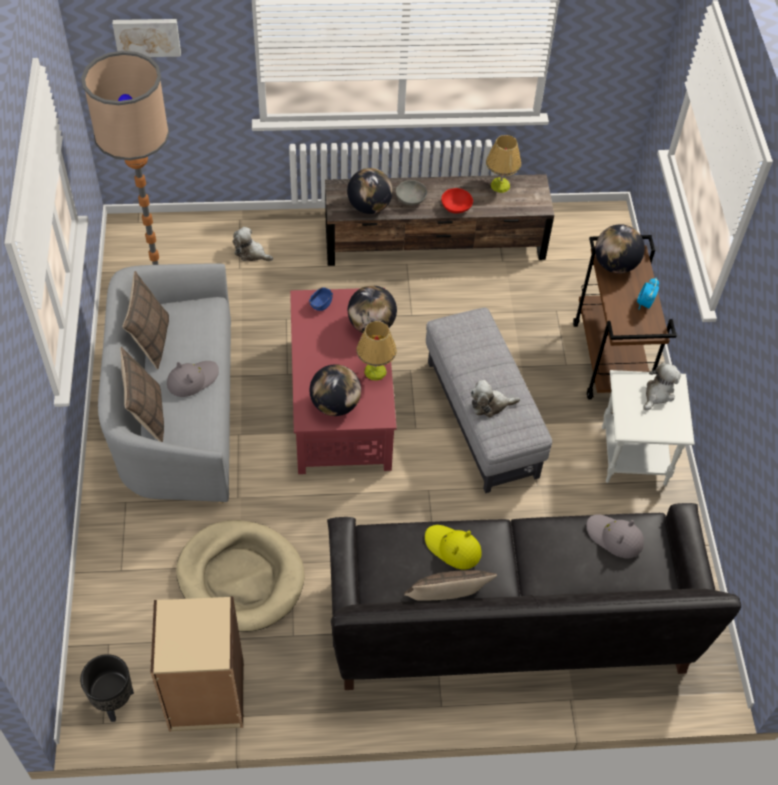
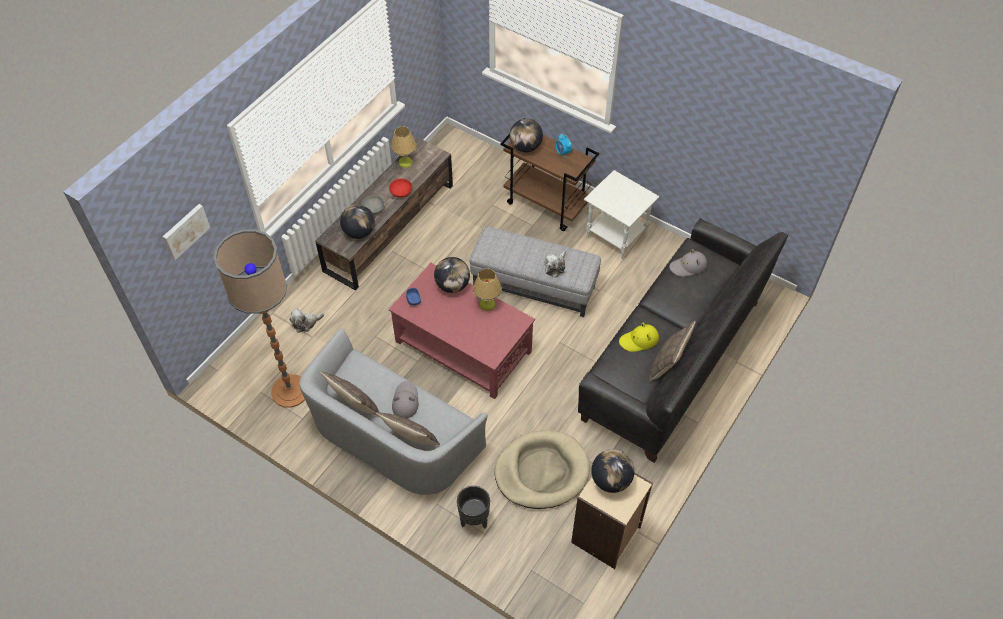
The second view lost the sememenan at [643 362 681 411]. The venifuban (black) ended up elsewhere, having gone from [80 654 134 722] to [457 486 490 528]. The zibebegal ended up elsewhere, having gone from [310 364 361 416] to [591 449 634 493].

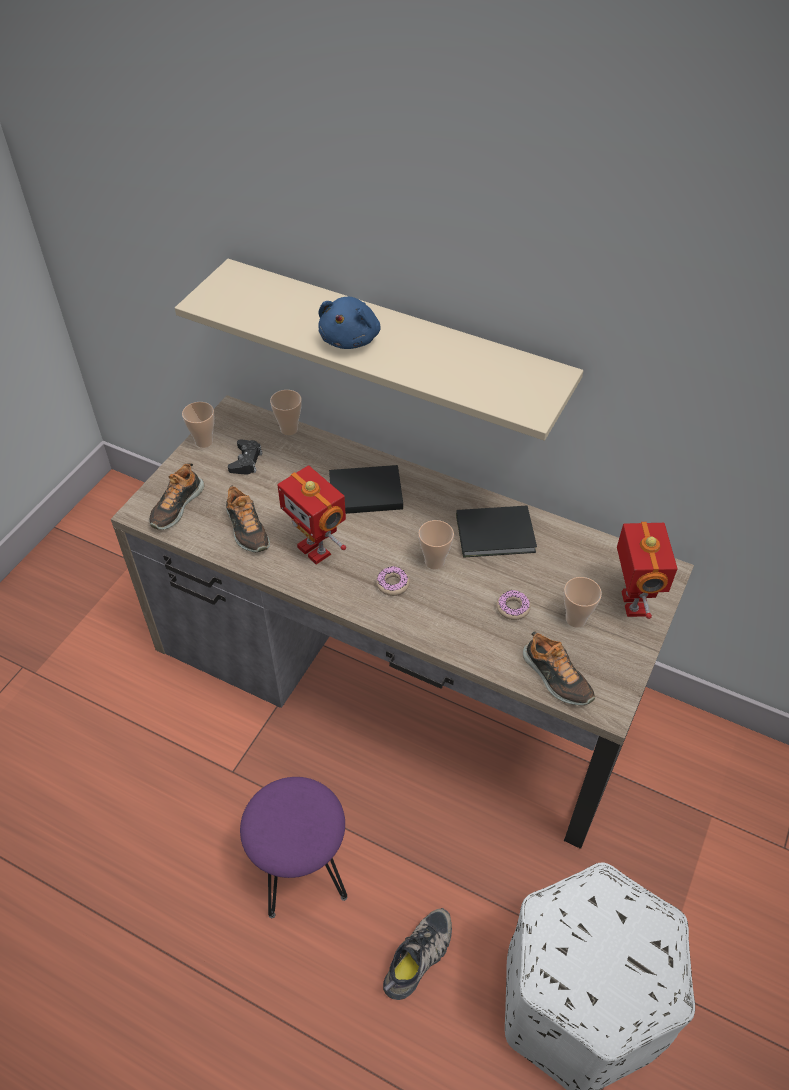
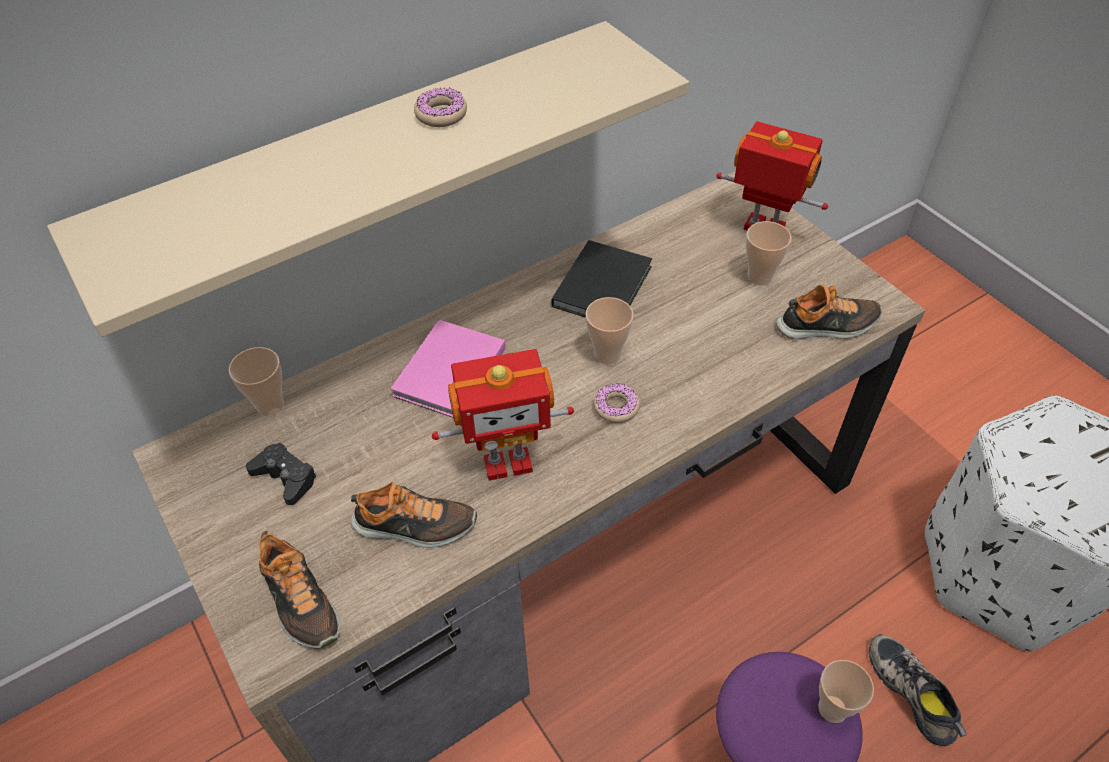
The second view lost the sememenan (blue) at [318 297 381 349]. The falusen ended up elsewhere, having gone from [182 402 214 448] to [818 660 874 723]. The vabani ended up elsewhere, having gone from [496 590 531 620] to [414 87 467 127]. What was the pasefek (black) at [329 465 403 514] turned into the pasefek (pink) at [391 320 506 418].

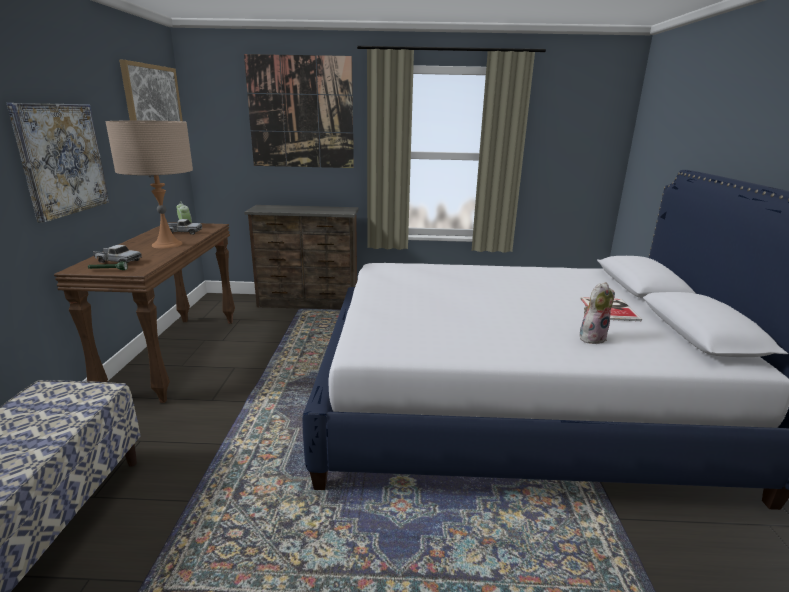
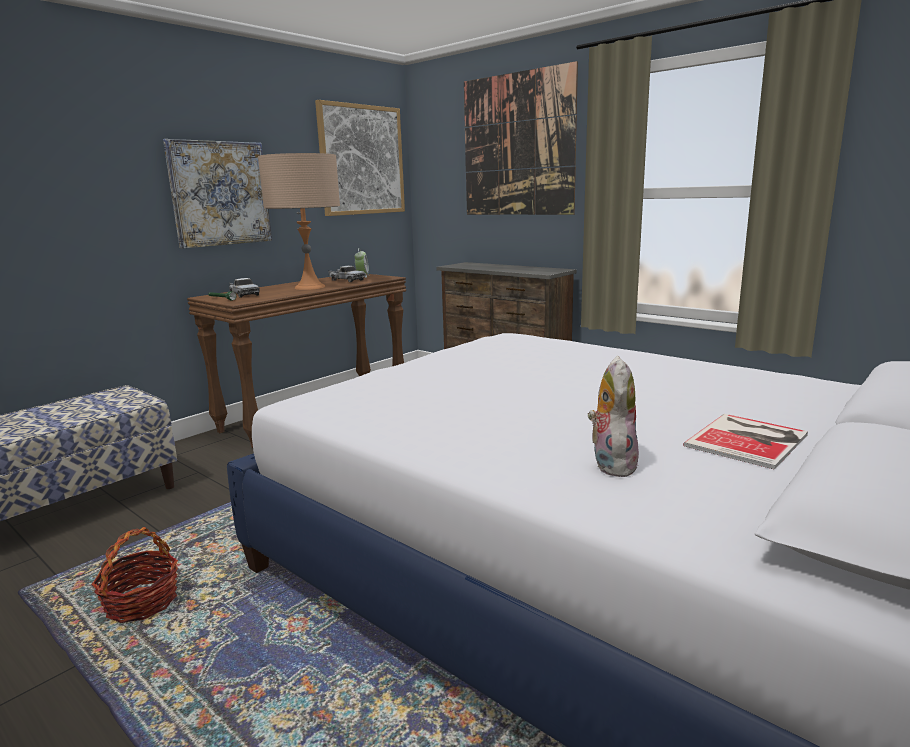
The second view gained the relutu at [91 527 178 623]. The sememenan at [580 282 615 344] ended up facing another way, 90 degrees counterclockwise from before.

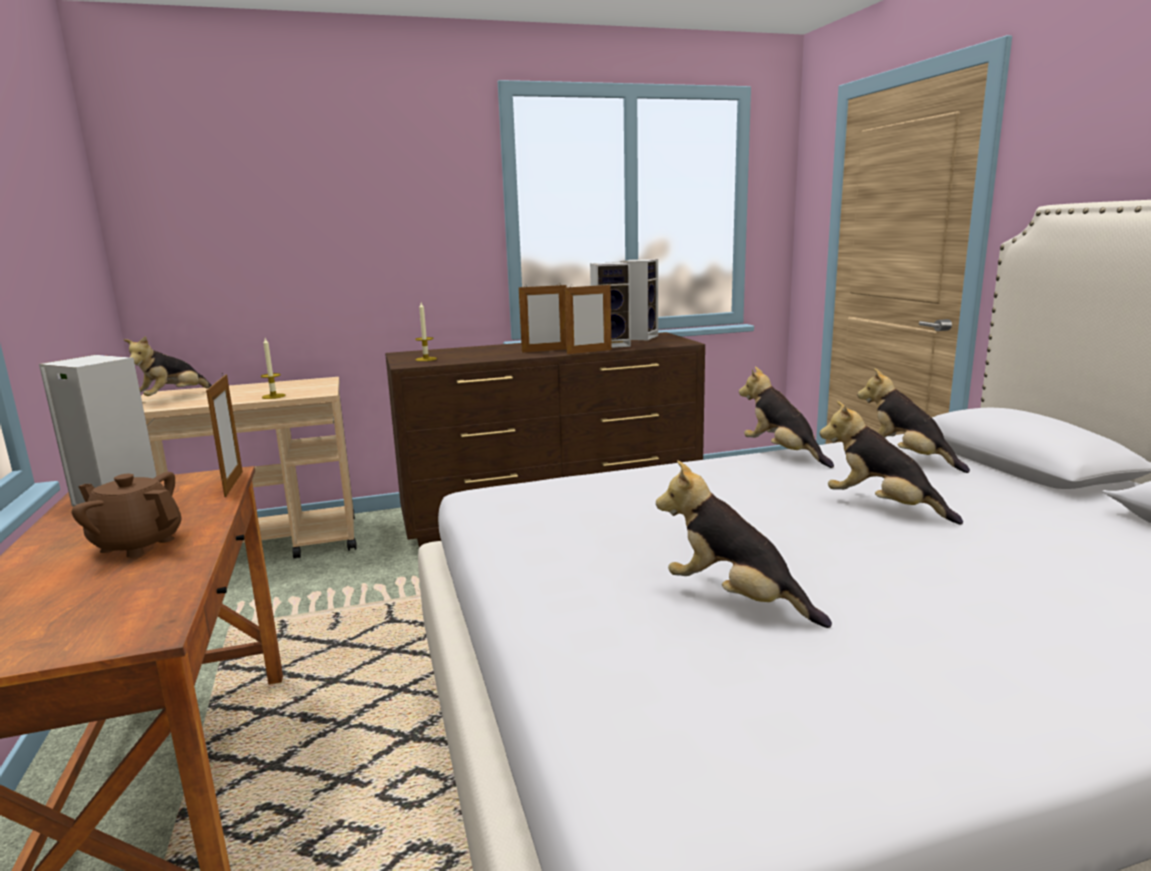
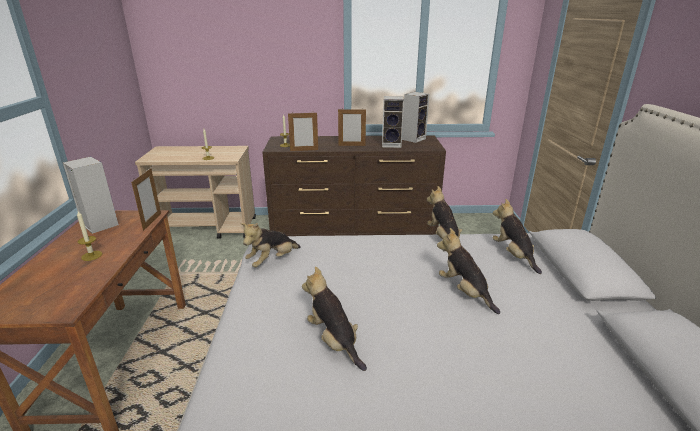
The sememenan ended up elsewhere, having gone from [124 336 212 396] to [240 223 301 267]. The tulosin ended up elsewhere, having gone from [565 283 612 354] to [288 111 318 151]. Where the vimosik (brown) stood at [72 472 181 558], the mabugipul came to stand at [77 211 102 261].

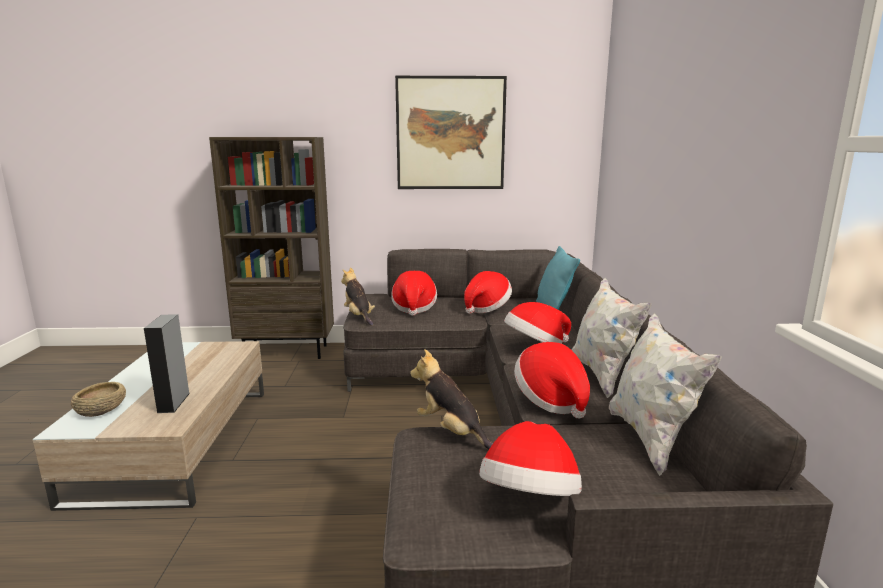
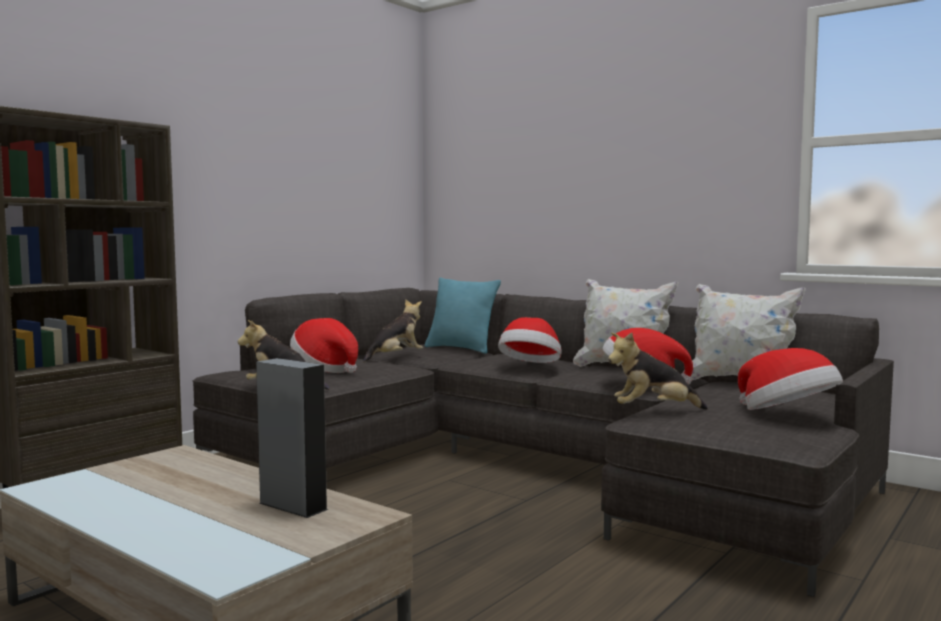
The second view lost the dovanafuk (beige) at [70 382 126 417]. The second view lost the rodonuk at [395 76 507 189]. Where the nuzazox stood at [464 271 512 314], the sememenan came to stand at [363 299 423 362].

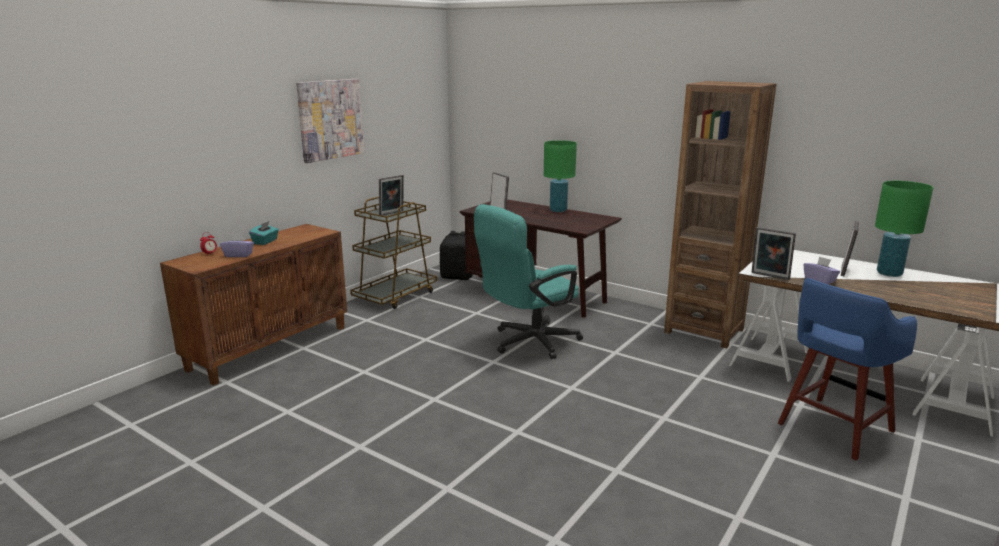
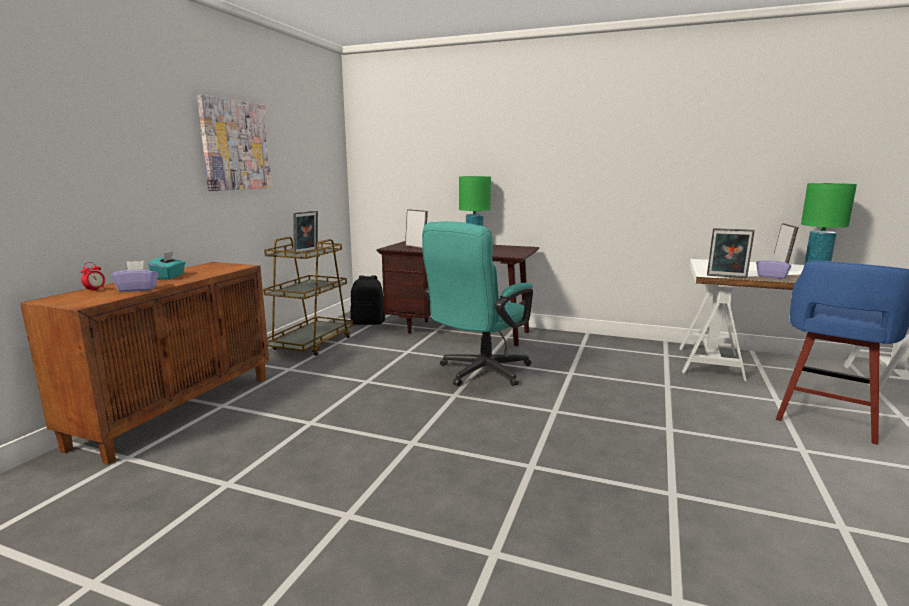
The second view lost the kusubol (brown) at [664 81 776 348].

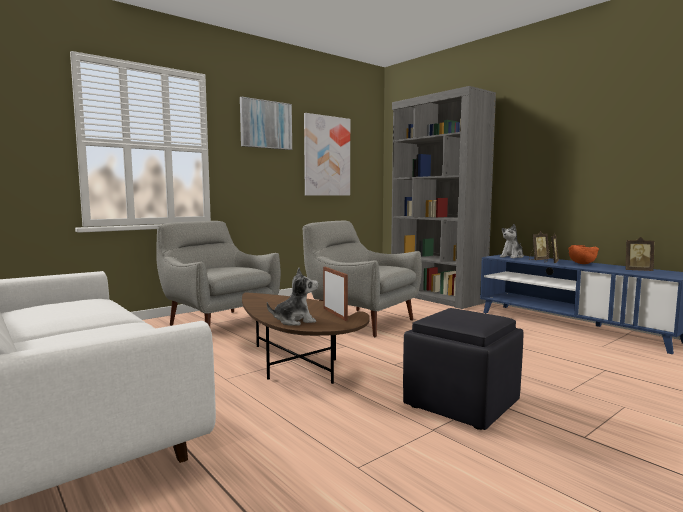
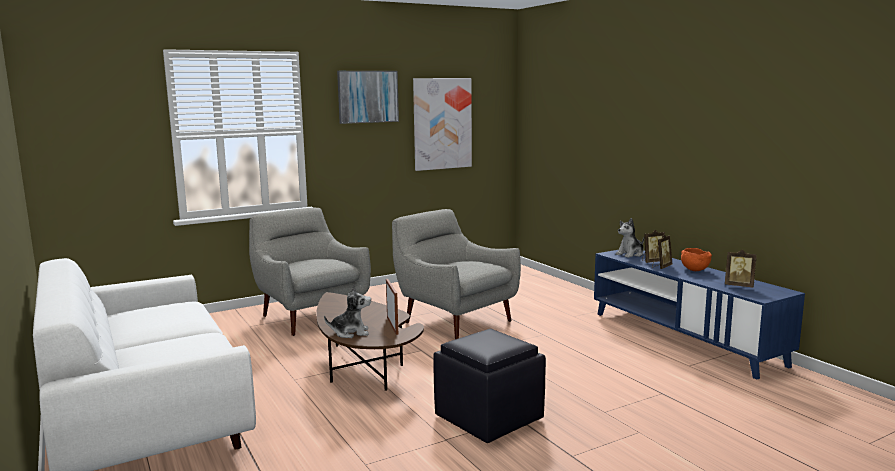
The second view lost the kusubol (grey) at [391 86 496 309].

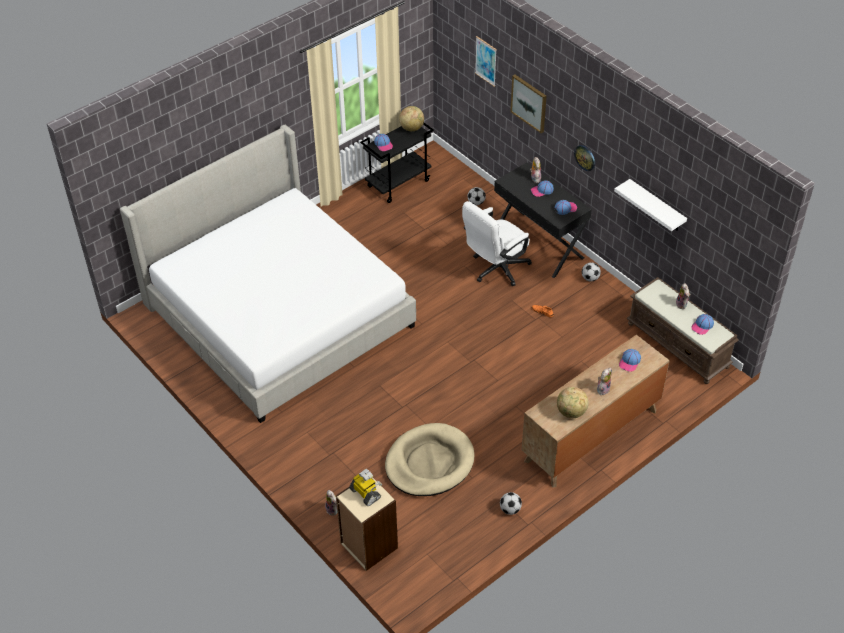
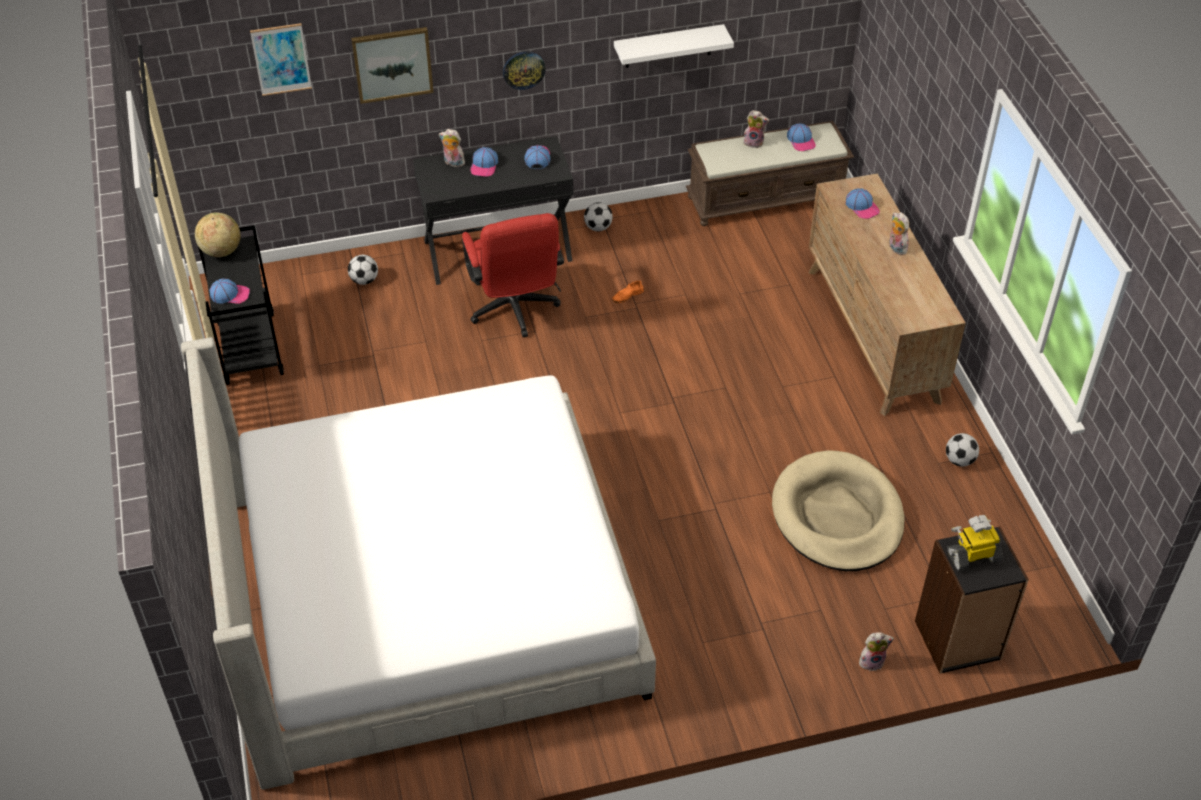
The second view lost the zibebegal at [557 387 589 418]. What was the kusubol (beige) at [336 477 398 571] turned into the kusubol (black) at [915 526 1029 674]. What was the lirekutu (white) at [462 201 532 286] turned into the lirekutu (red) at [462 213 564 337].

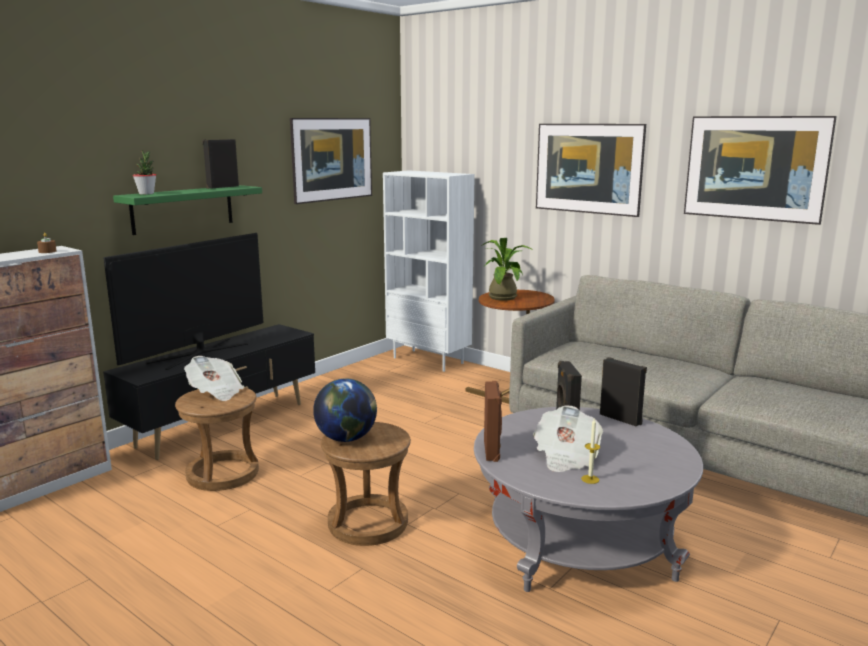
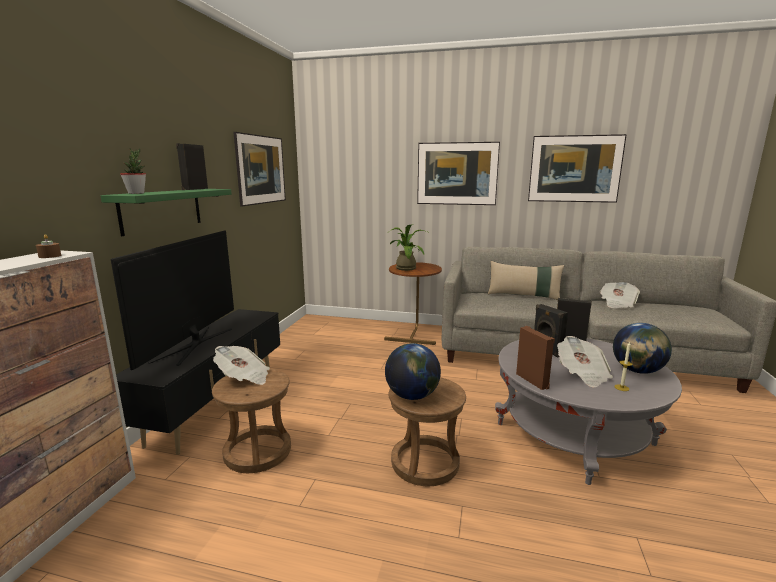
The second view lost the kusubol (white) at [383 170 475 372]. The second view gained the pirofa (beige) at [488 261 564 300]. The second view gained the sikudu at [600 282 640 308]. The second view gained the zibebegal at [613 323 672 374].

